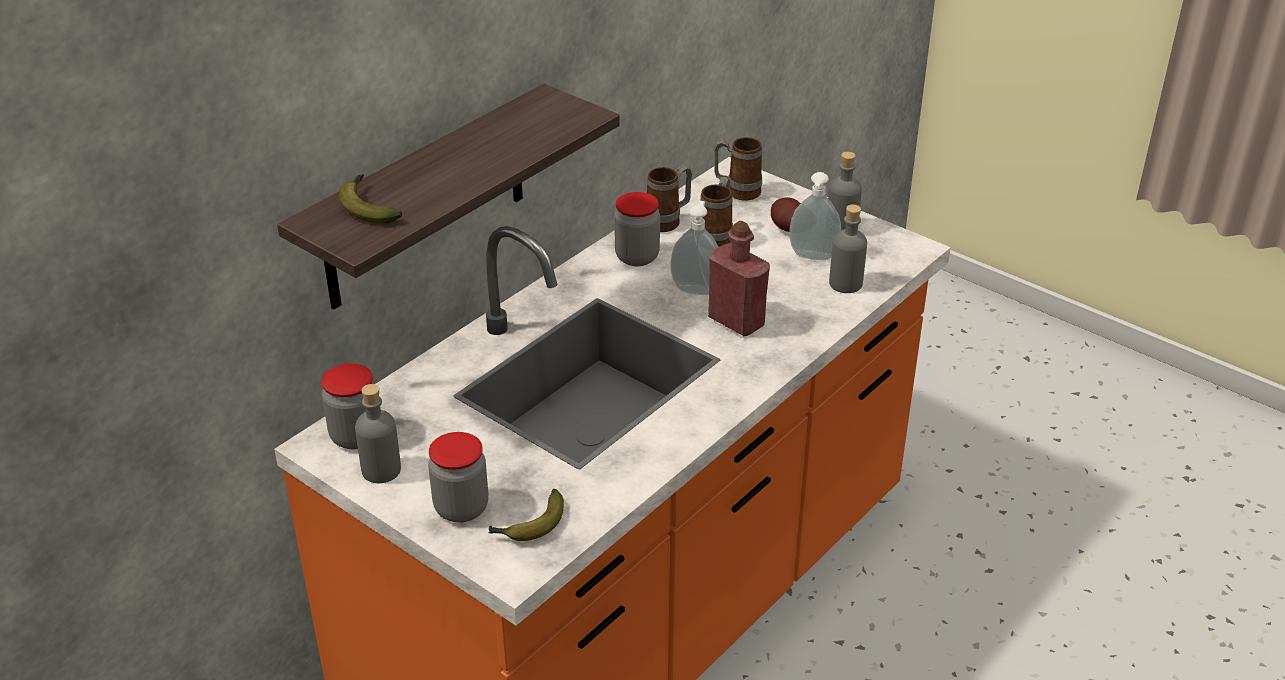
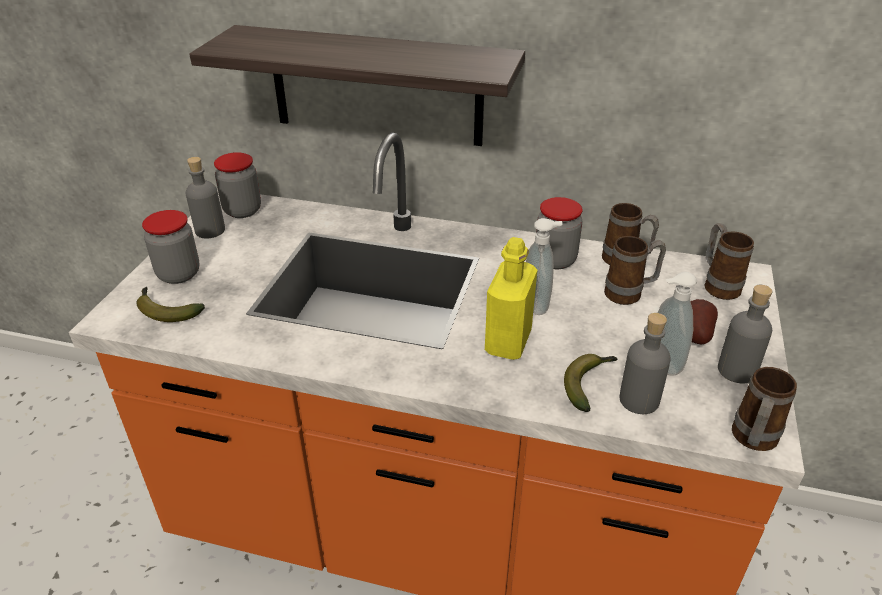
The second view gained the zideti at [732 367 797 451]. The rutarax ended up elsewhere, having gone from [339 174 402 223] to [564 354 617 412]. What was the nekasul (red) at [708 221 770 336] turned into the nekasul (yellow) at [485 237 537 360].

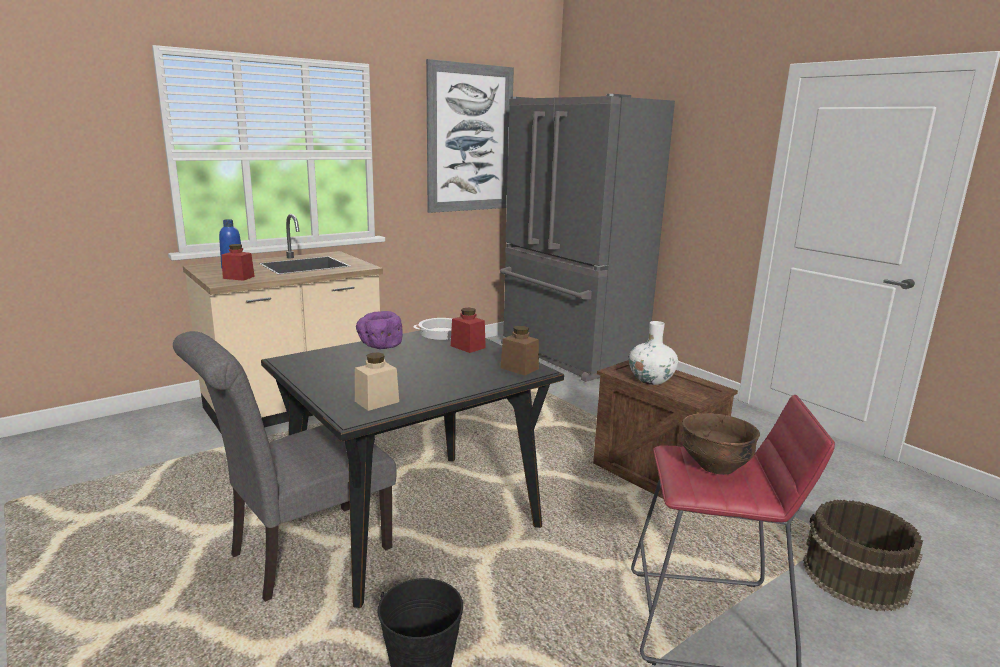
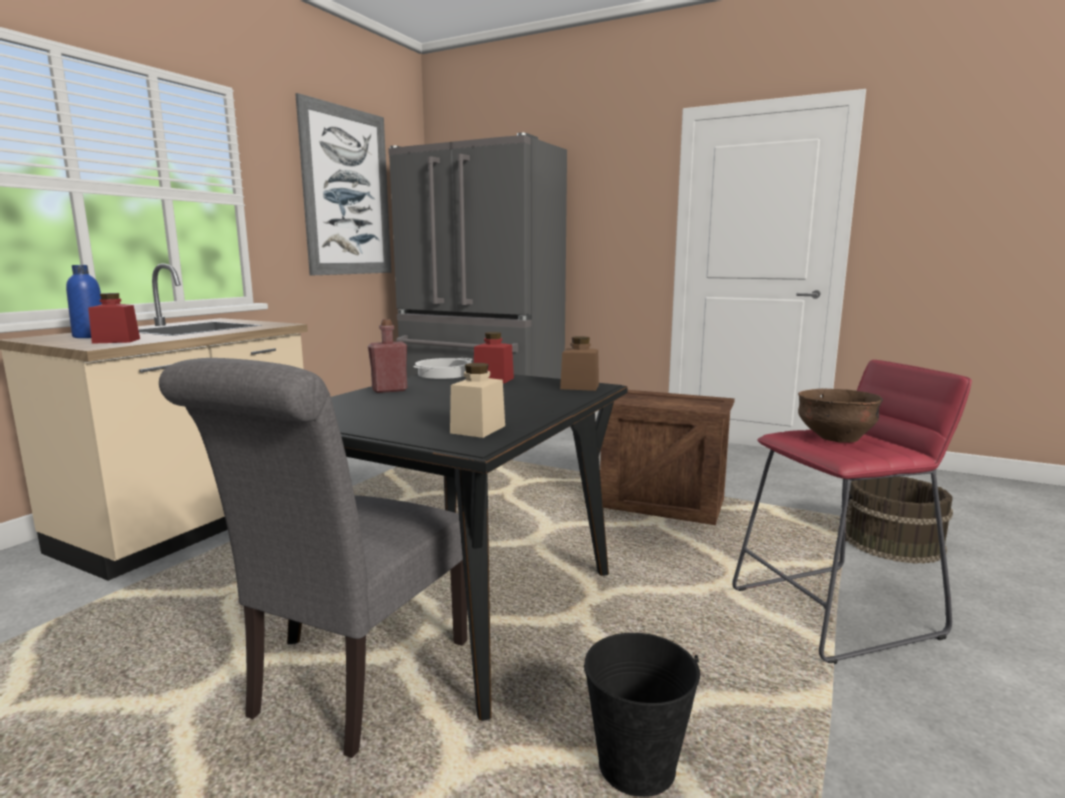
The second view lost the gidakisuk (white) at [629 321 678 385]. Where the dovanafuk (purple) stood at [356 311 403 349], the nekasul (red) came to stand at [368 319 407 393].

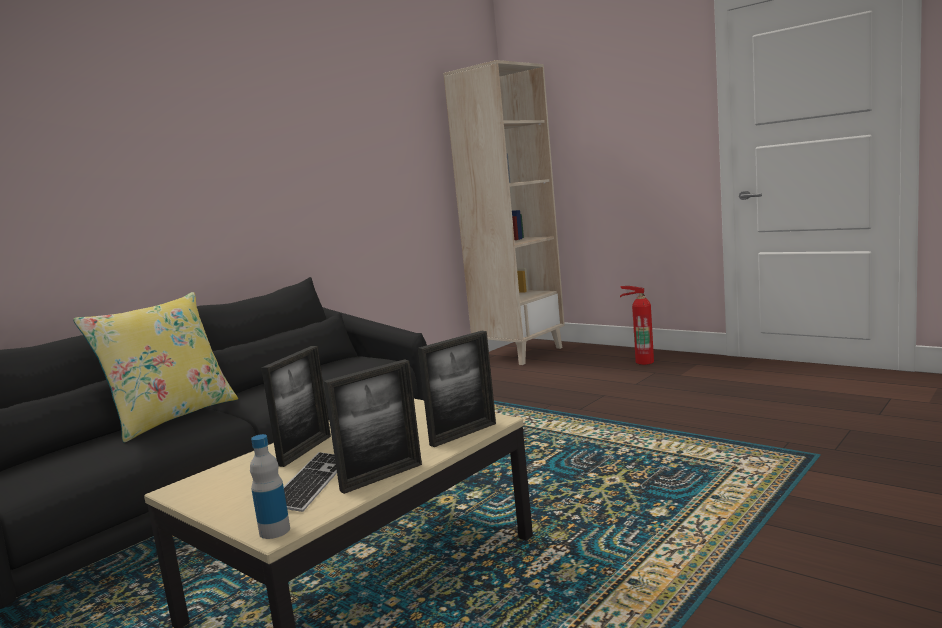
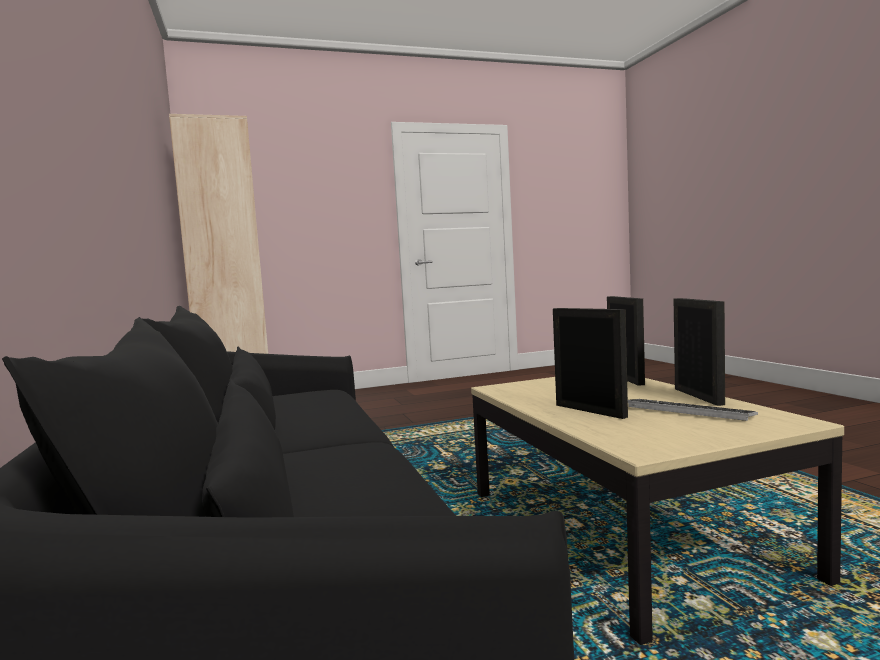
The second view lost the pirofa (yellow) at [73 292 238 443]. The second view lost the nekasul at [250 434 290 539]. The second view lost the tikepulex at [620 286 654 365].

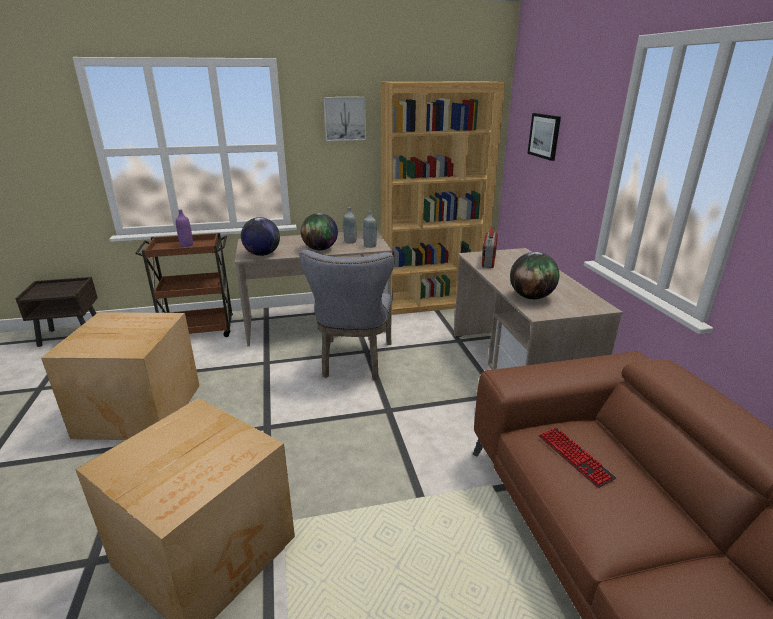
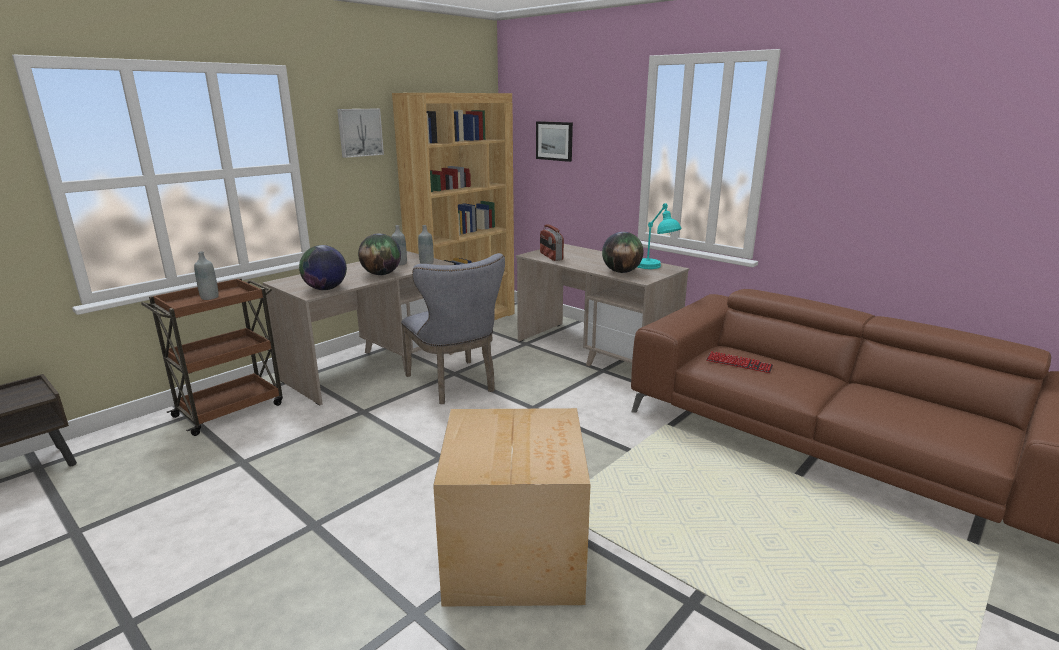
The second view lost the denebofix at [41 312 200 440]. The second view gained the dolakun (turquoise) at [638 203 682 269]. What was the nekasul (purple) at [176 209 193 247] turned into the nekasul (grey) at [194 251 219 300].

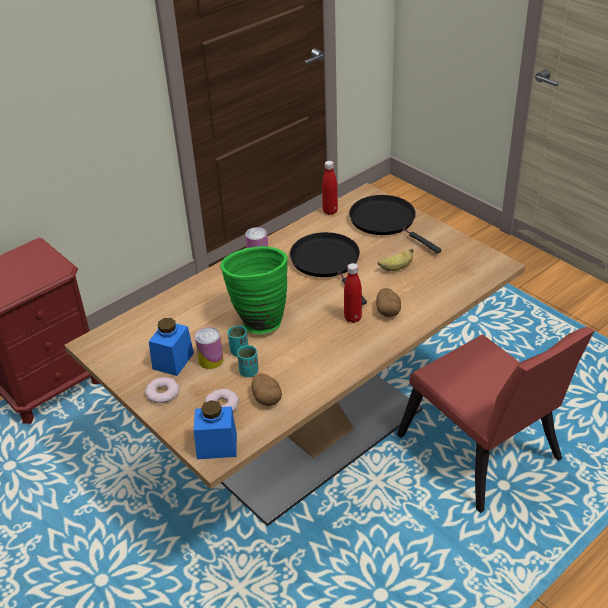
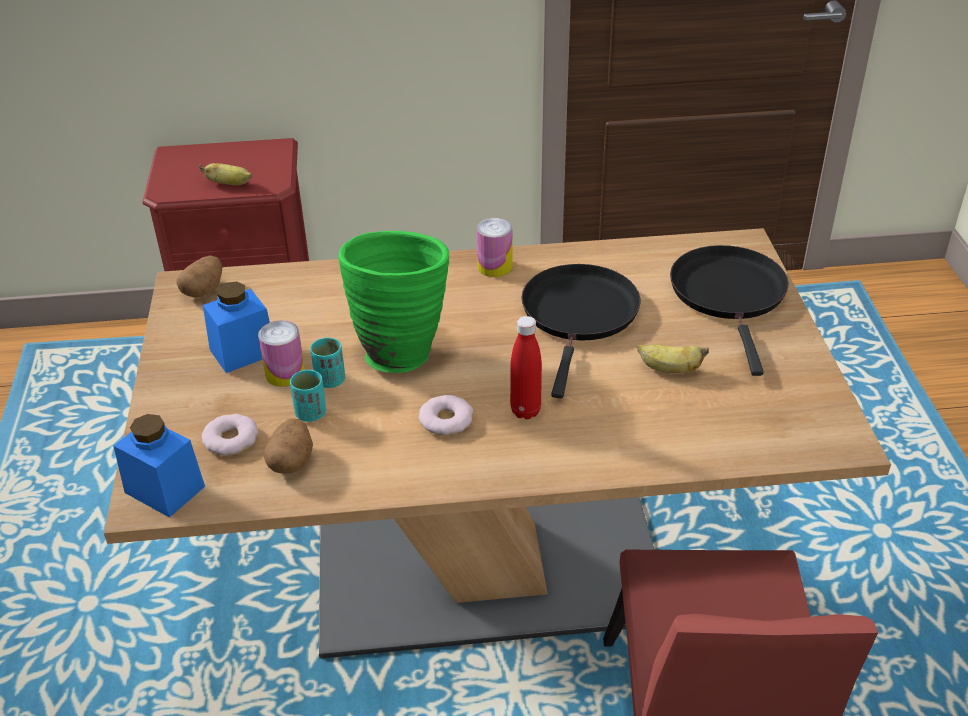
The second view lost the nekasul (red) at [322 161 338 215]. The second view gained the rutarax at [199 163 252 185]. The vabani ended up elsewhere, having gone from [145 377 180 403] to [419 395 473 435]. The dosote ended up elsewhere, having gone from [376 288 401 317] to [176 256 222 297].

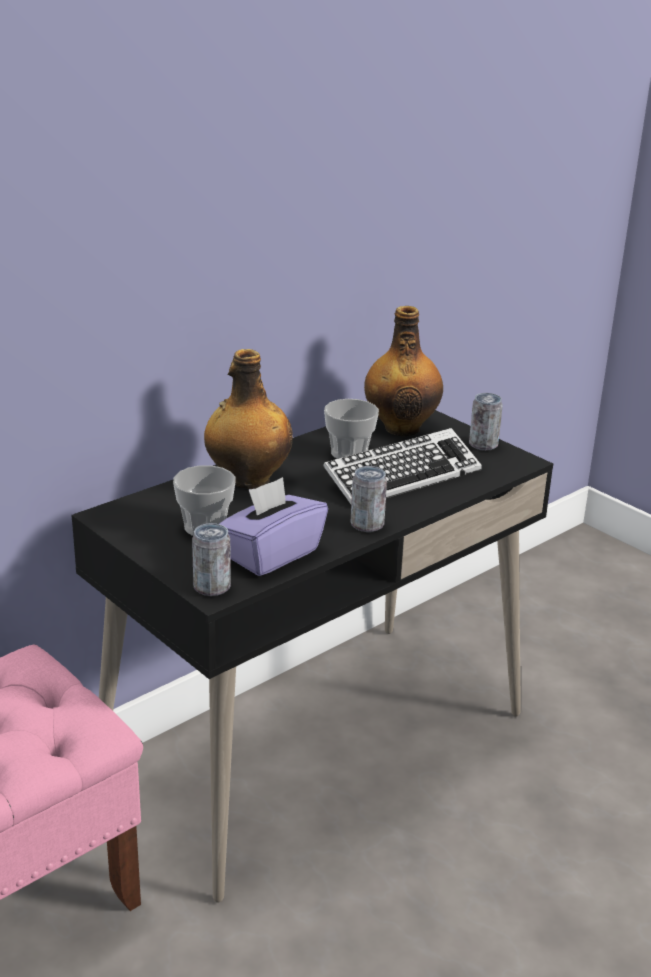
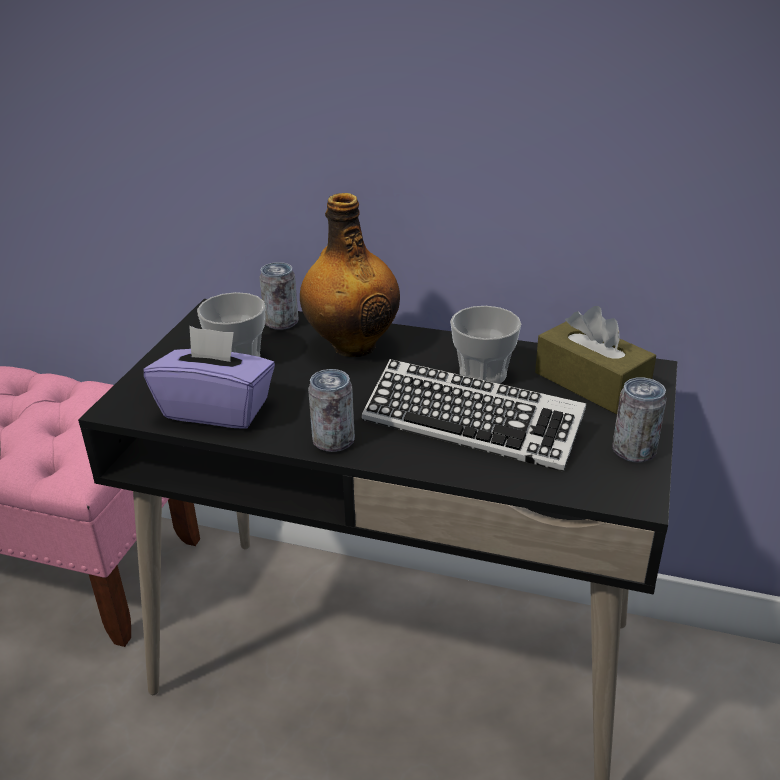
The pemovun ended up elsewhere, having gone from [192 523 231 596] to [259 262 299 330]. Where the nekasul stood at [364 306 443 437], the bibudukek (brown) came to stand at [535 306 656 414].

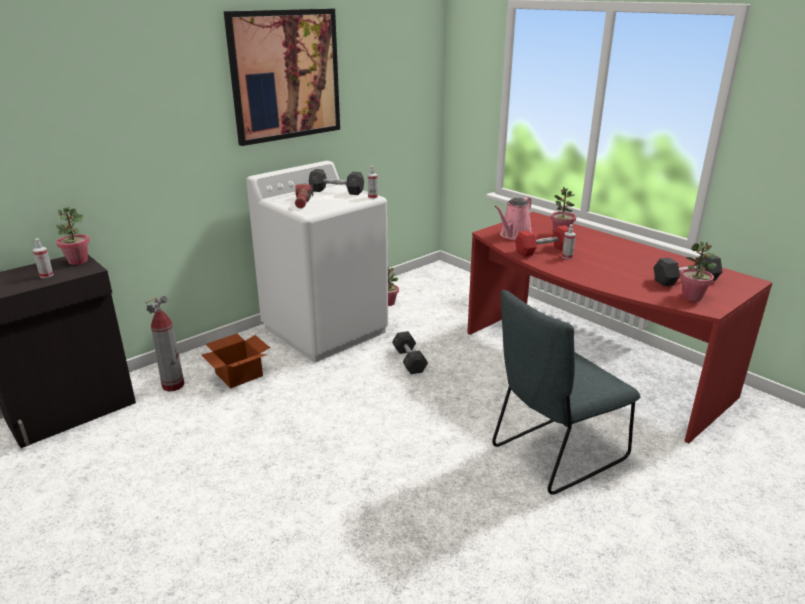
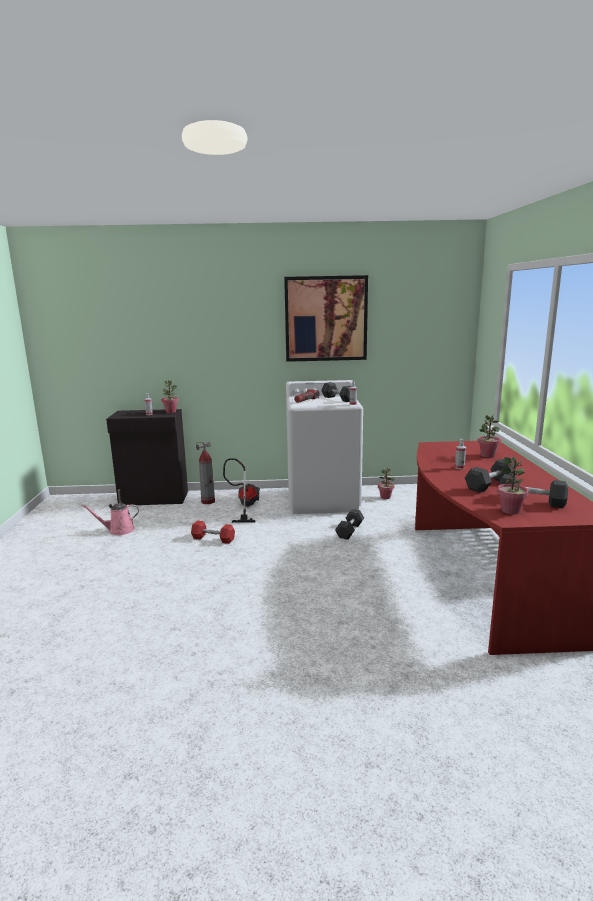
The second view lost the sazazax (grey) at [492 290 640 495]. The second view gained the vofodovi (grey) at [465 459 517 493]. The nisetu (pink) ended up elsewhere, having gone from [494 197 532 240] to [81 503 139 535]. The vofodovi (red) ended up elsewhere, having gone from [515 225 569 257] to [191 520 235 544]. Where the denebofix stood at [202 334 270 388], the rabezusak came to stand at [223 458 260 523].

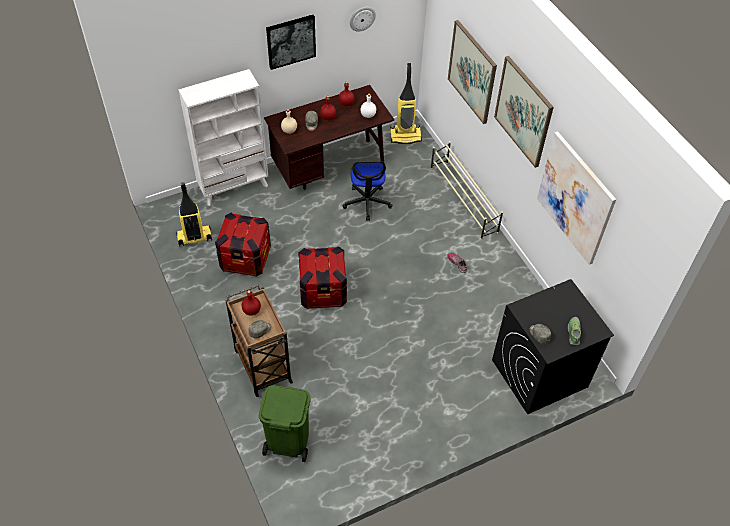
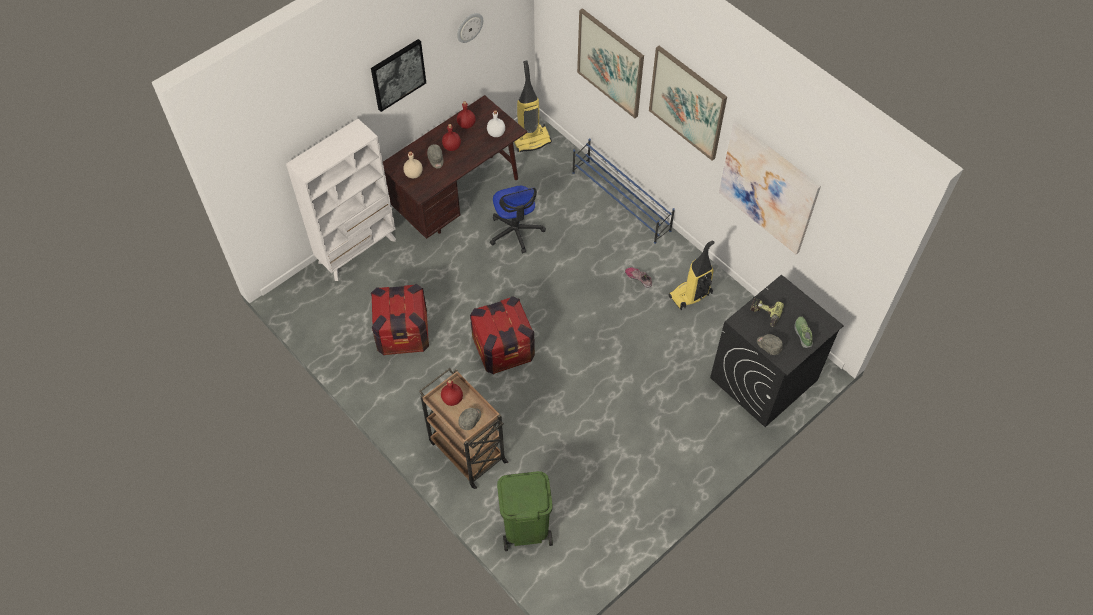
The second view gained the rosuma at [751 298 784 327]. The rabezusak ended up elsewhere, having gone from [176 182 212 247] to [668 241 715 310]. What was the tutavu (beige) at [430 141 503 240] turned into the tutavu (blue) at [572 138 675 244].

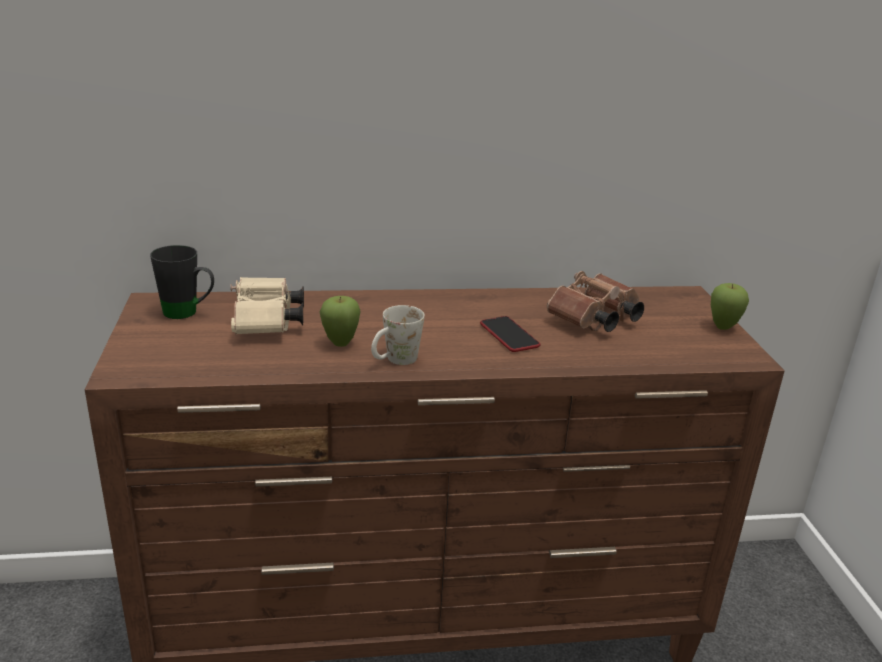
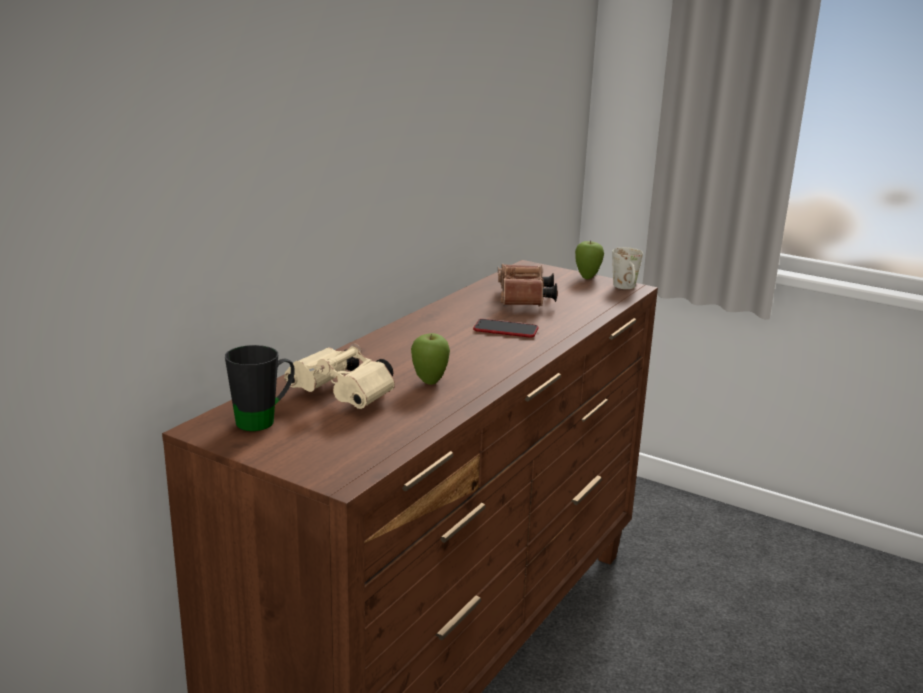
The zideti (white) ended up elsewhere, having gone from [371 305 425 365] to [612 247 643 289].

